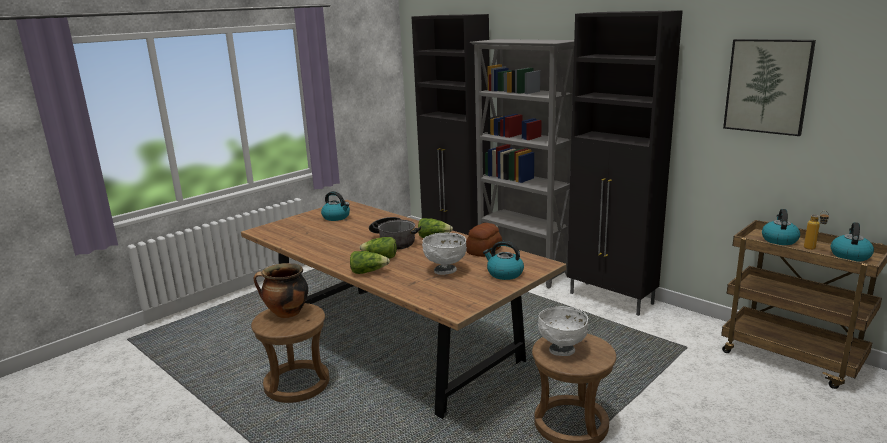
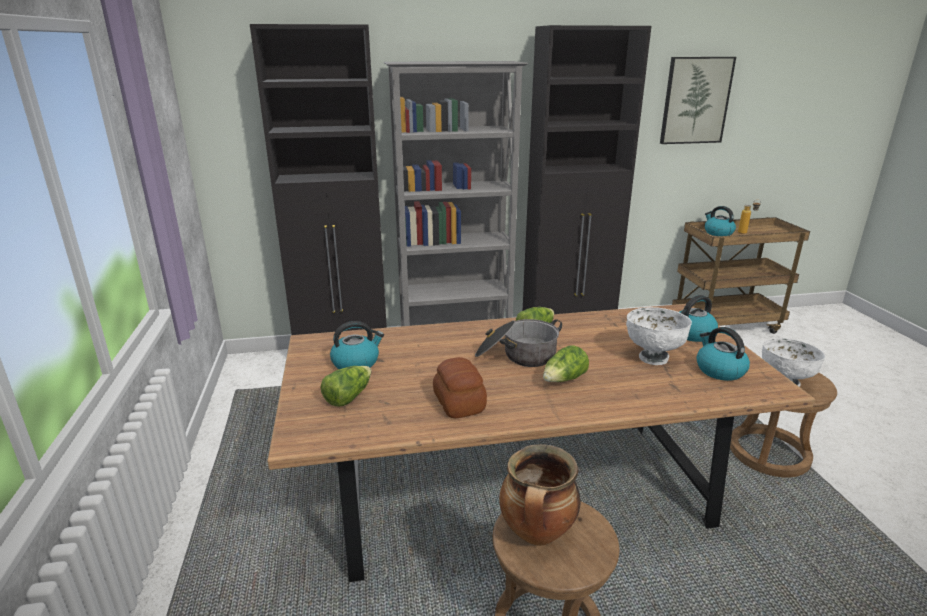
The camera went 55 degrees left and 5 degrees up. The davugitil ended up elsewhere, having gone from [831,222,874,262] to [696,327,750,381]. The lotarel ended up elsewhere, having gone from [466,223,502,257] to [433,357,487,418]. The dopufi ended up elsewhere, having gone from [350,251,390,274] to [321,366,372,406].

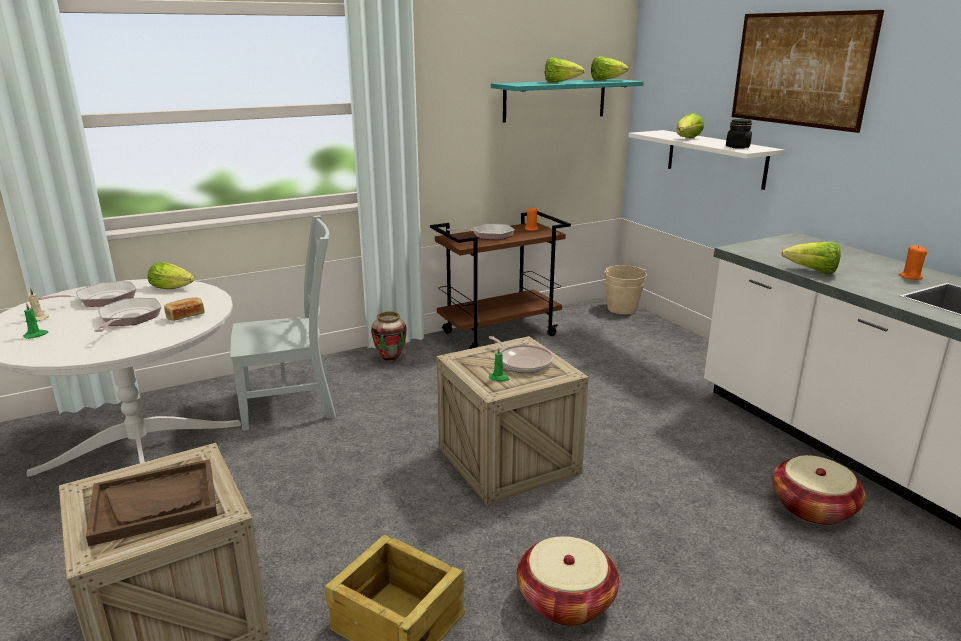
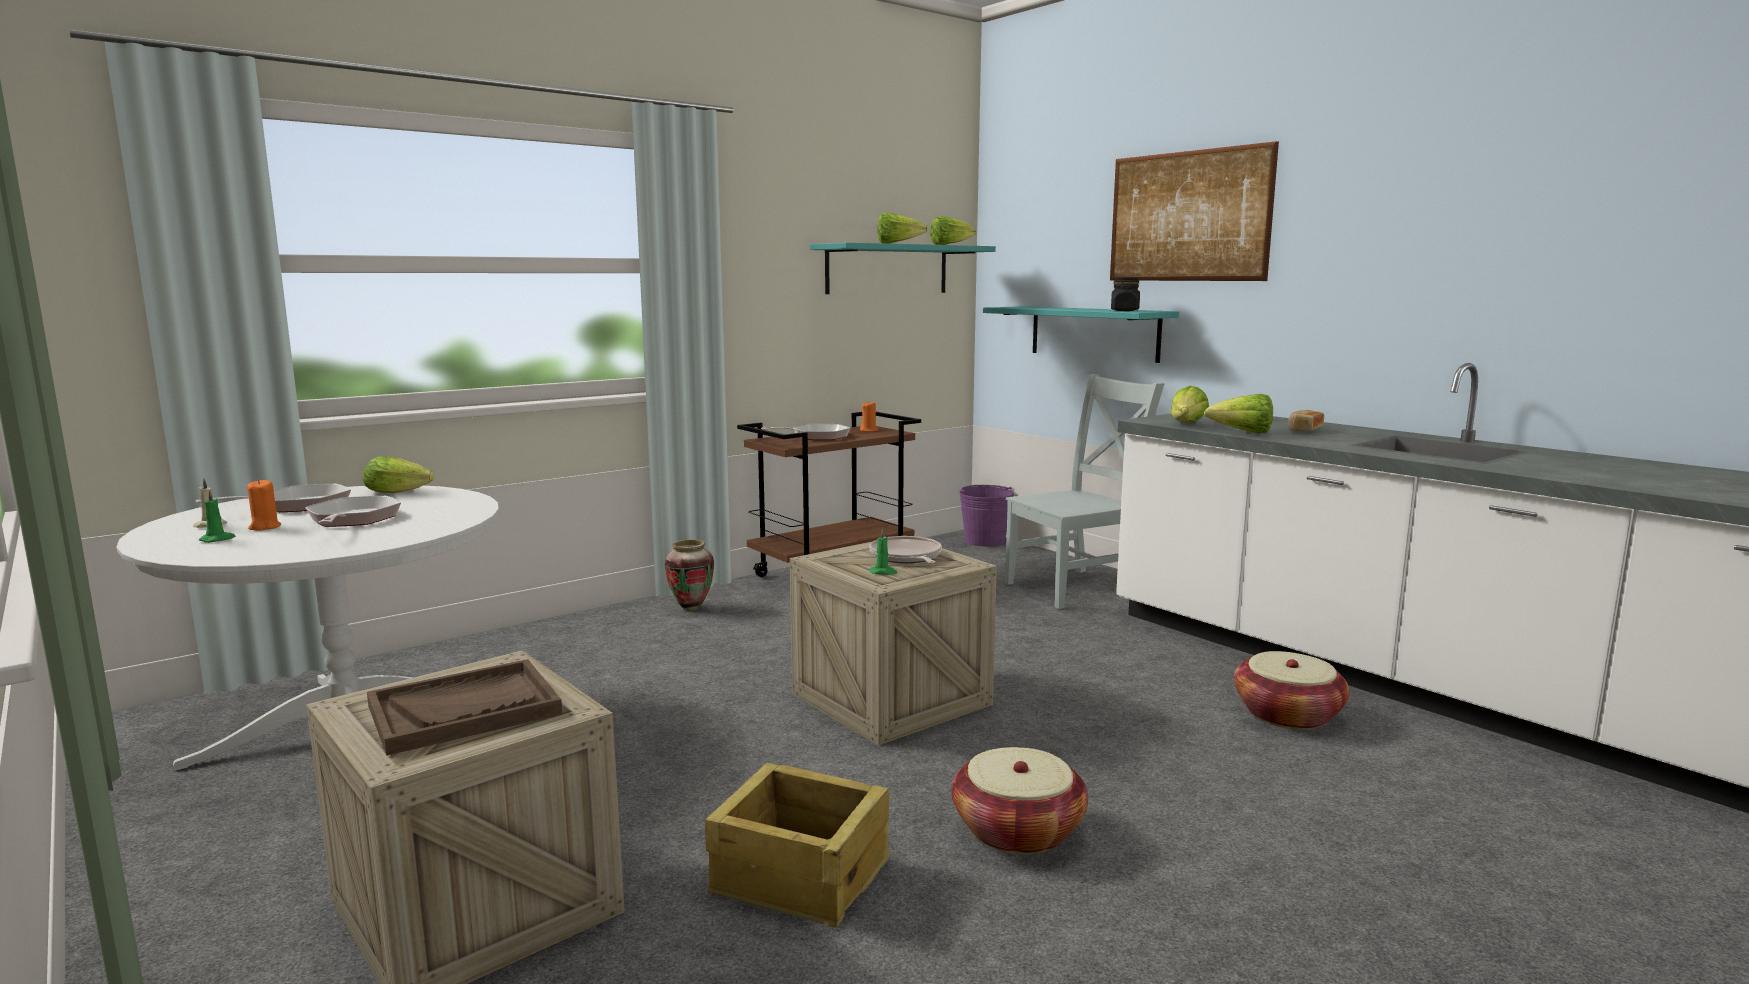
The camera went 10 degrees left and 10 degrees down. The dopufi ended up elsewhere, having gone from [676,113,704,138] to [1171,386,1209,423]. What was the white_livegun at [629,130,784,190] turned into the turquoise_livegun at [983,306,1179,363]. The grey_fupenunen ended up elsewhere, having gone from [230,215,336,431] to [1005,374,1165,609]. The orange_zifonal ended up elsewhere, having gone from [899,245,927,280] to [247,479,281,531]. What was the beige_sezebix at [604,265,647,314] turned into the purple_sezebix at [959,485,1014,546]. The lotarel ended up elsewhere, having gone from [164,297,205,321] to [1288,410,1324,432]. The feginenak at [489,336,553,373] ended up facing another way, 150 degrees counterclockwise from before.

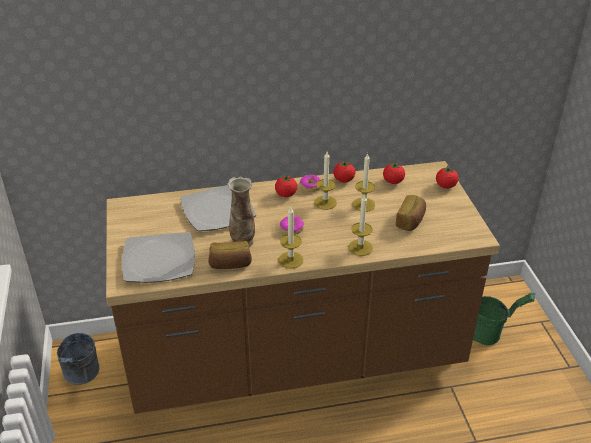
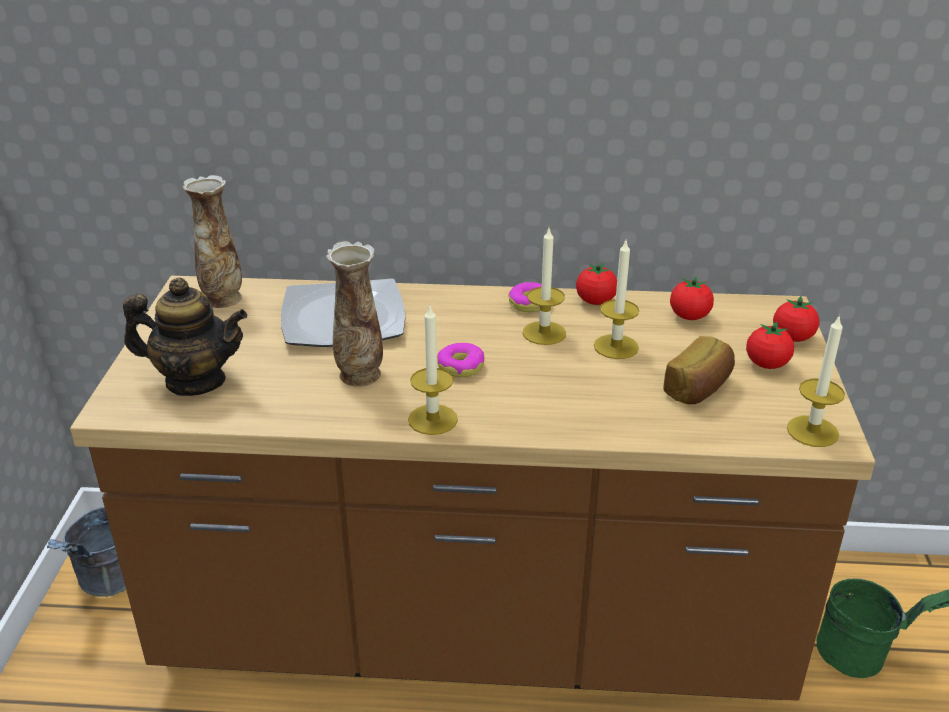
The camera went 15 degrees right and 5 degrees down. The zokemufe ended up elsewhere, having gone from [275,174,297,197] to [746,321,794,369]. The zifonal ended up elsewhere, having gone from [348,194,373,256] to [787,314,845,447]. Where the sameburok stood at [122,232,195,283], the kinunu came to stand at [123,277,248,396]. The second view lost the lotarel at [208,241,252,269]. The second view gained the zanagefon at [182,175,242,308].

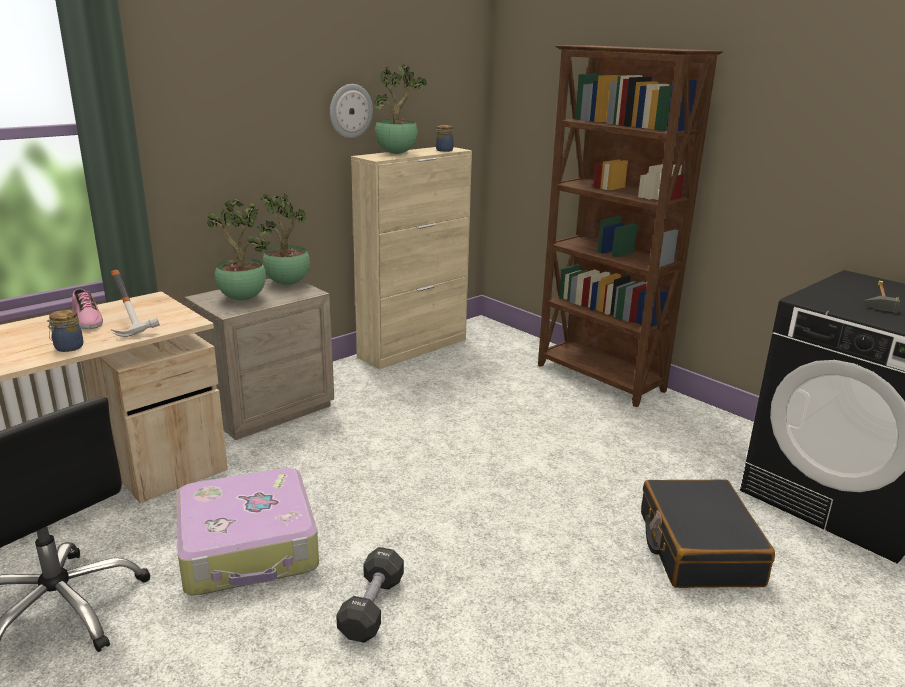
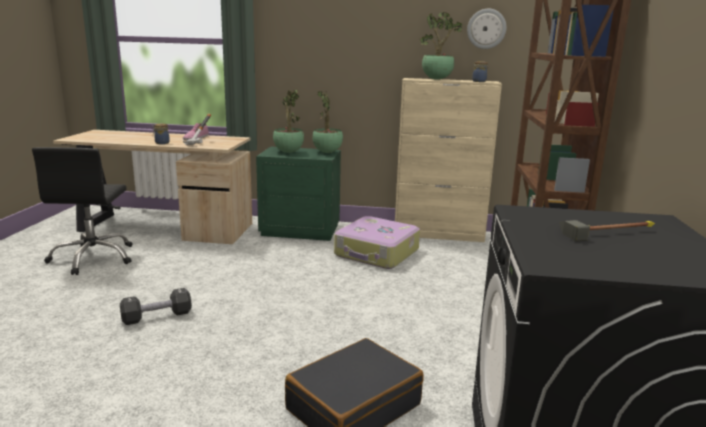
The camera went 50 degrees right and 5 degrees down. The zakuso ended up elsewhere, having gone from [330,84,373,138] to [467,9,506,49]. What was the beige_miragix at [184,278,334,440] turned into the green_miragix at [256,147,341,241]. The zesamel ended up elsewhere, having gone from [176,468,319,595] to [334,216,420,269].

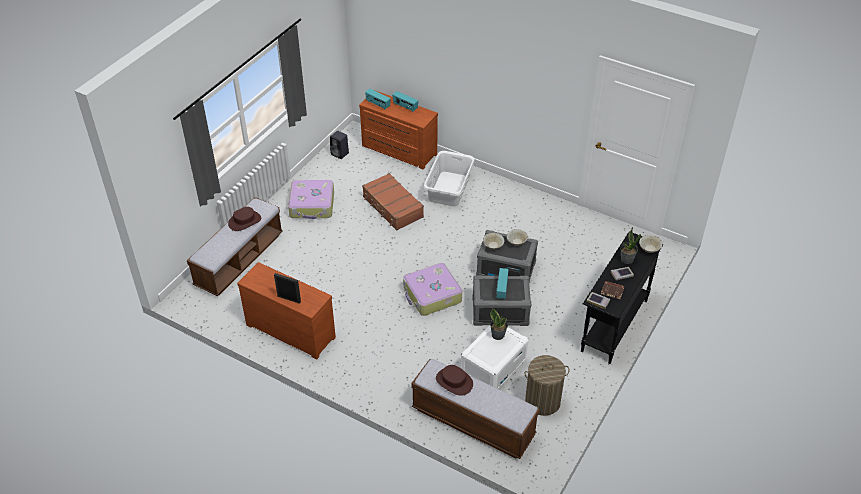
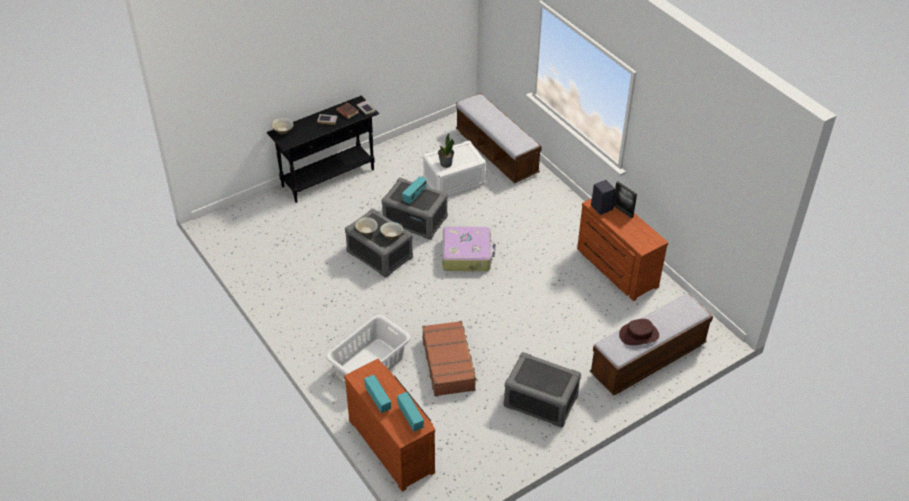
The camera went 155 degrees left and 0 degrees up. The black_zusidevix ended up elsewhere, having gone from [330,131,349,159] to [591,180,615,215]. Where the zesamel stood at [288,180,334,219], the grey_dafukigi came to stand at [503,352,581,428]. The second view lost the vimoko at [620,227,641,264]. The second view lost the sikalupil at [524,355,569,416]. The second view lost the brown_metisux at [436,365,473,396].

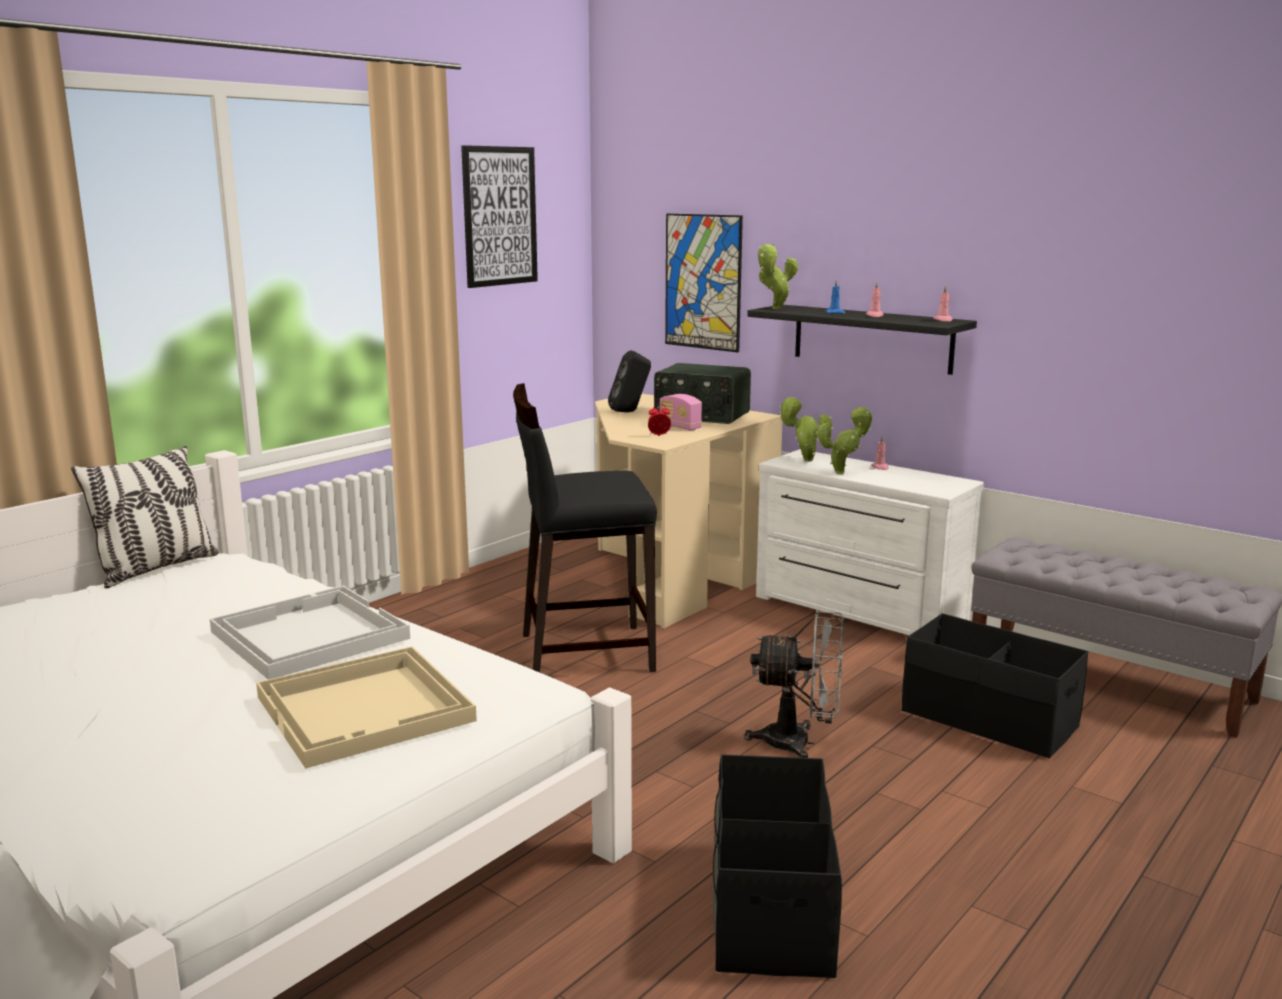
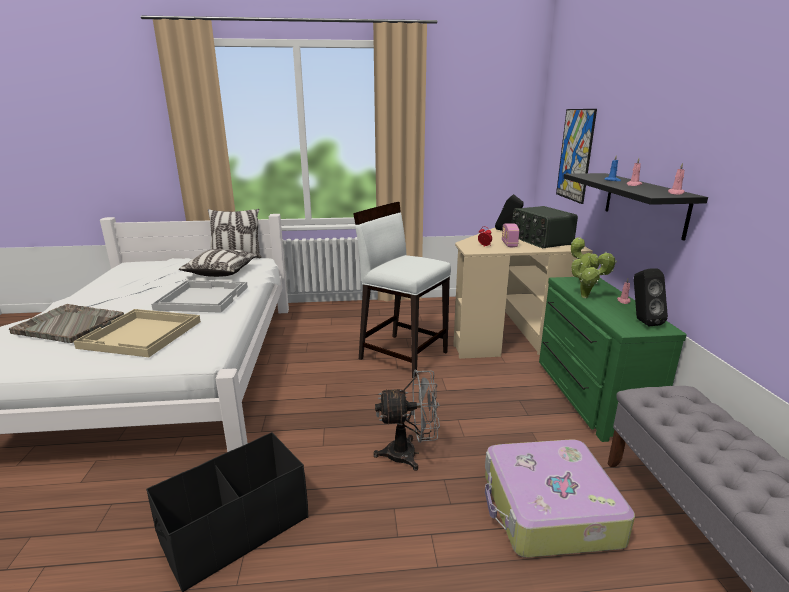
The camera went 45 degrees right and 5 degrees up. The second view lost the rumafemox at [461,145,538,288]. The second view lost the vimoko at [758,243,798,309]. What was the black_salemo at [513,383,657,672] turned into the white_salemo at [353,202,451,379]. What was the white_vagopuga at [756,449,984,635] turned into the green_vagopuga at [539,277,687,442]. The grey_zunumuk at [745,610,843,758] ended up facing another way, 60 degrees counterclockwise from before. Where the black_dafukigi stood at [902,613,1089,759], the zesamel came to stand at [485,439,635,558]. The second view gained the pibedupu at [179,249,257,277]. The second view gained the black_zusidevix at [634,268,668,327]. The second view gained the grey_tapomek at [9,304,124,343].

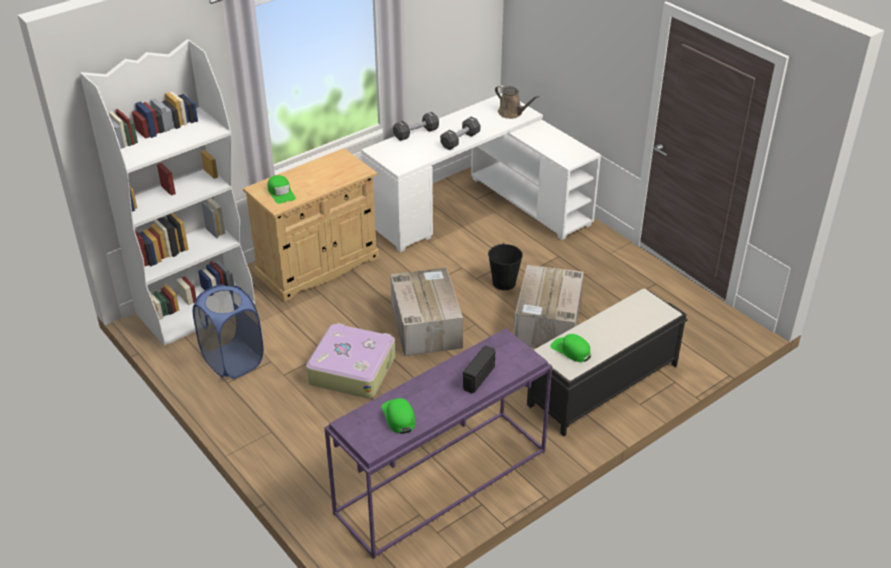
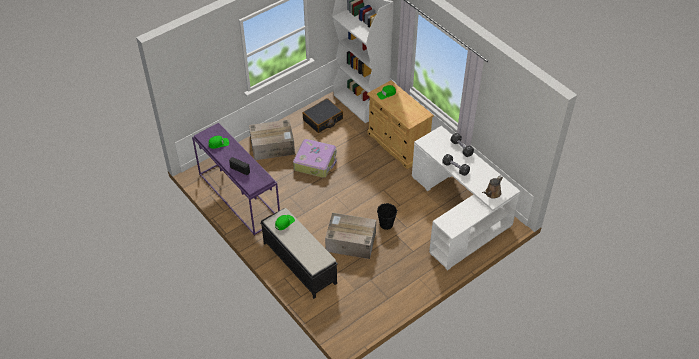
The camera went 90 degrees right and 10 degrees up. The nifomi ended up elsewhere, having gone from [390,268,463,356] to [249,120,295,160]. Where the blue_sikalupil stood at [193,284,264,379], the black_zesamel came to stand at [303,98,343,133].

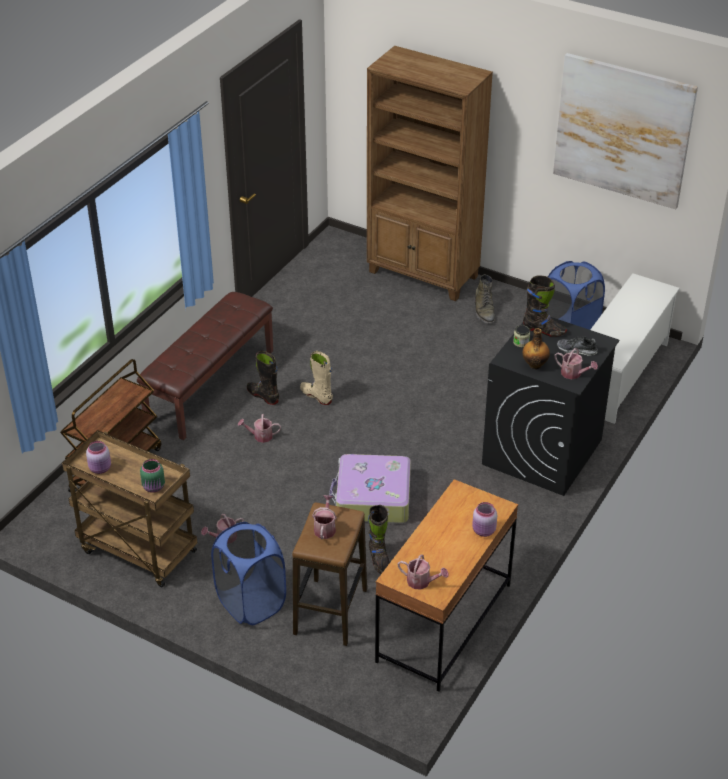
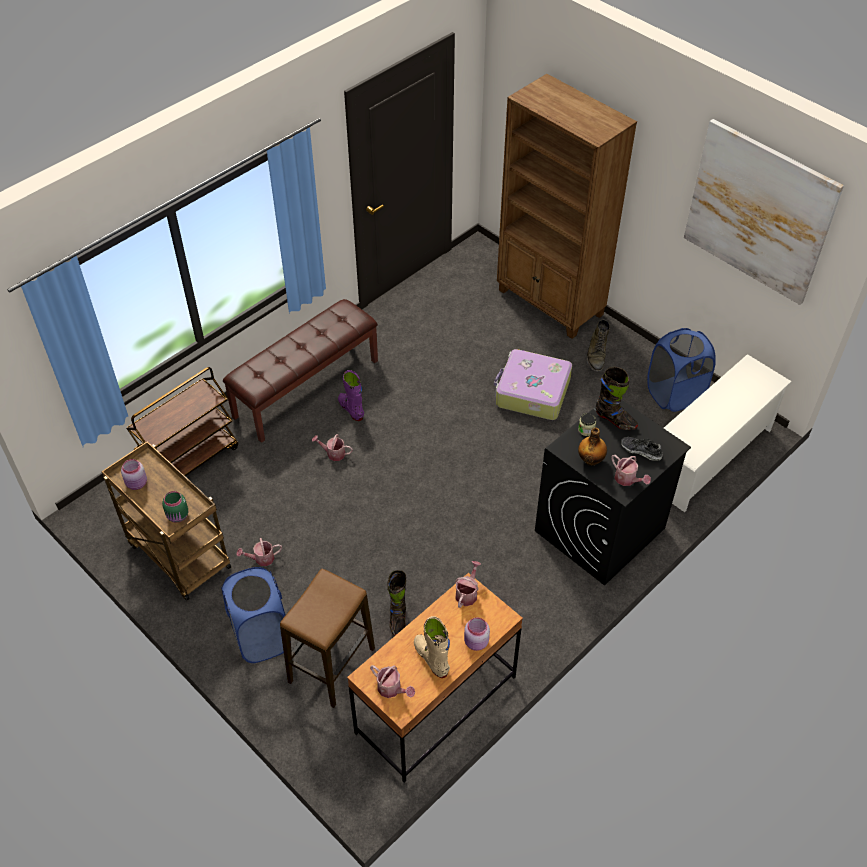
The camera went 15 degrees right and 10 degrees up. What was the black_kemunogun at [247,351,279,405] turned into the purple_kemunogun at [338,370,364,421]. The beige_kemunogun ended up elsewhere, having gone from [300,351,333,405] to [414,616,450,678]. The zesamel ended up elsewhere, having gone from [329,454,411,523] to [494,349,572,420]. The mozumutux ended up elsewhere, having gone from [312,495,337,539] to [455,561,481,608].

